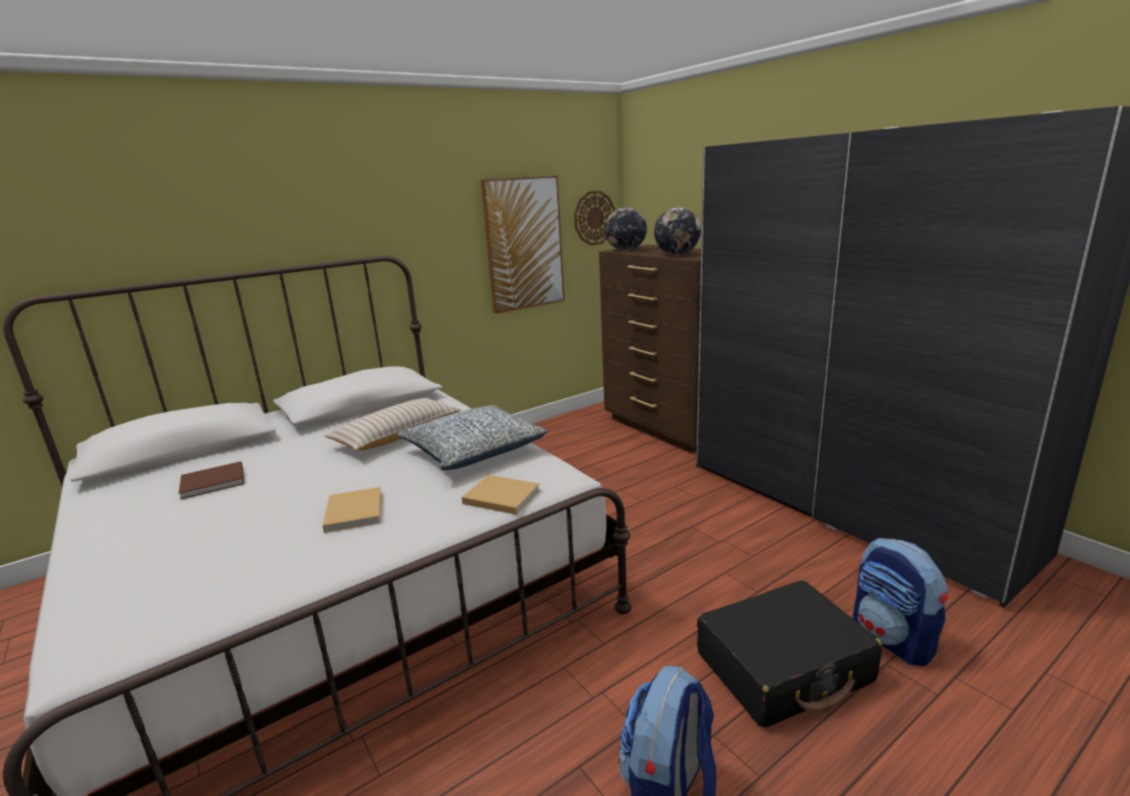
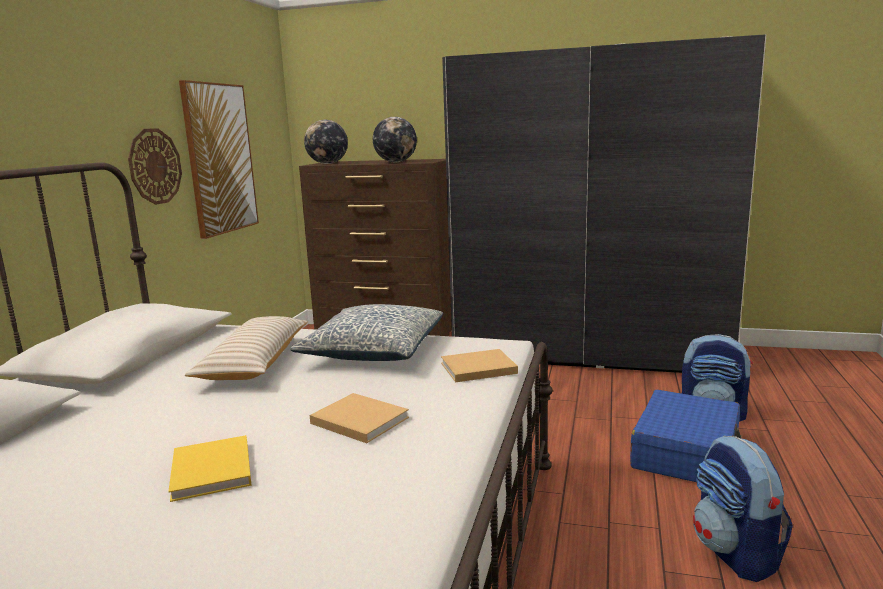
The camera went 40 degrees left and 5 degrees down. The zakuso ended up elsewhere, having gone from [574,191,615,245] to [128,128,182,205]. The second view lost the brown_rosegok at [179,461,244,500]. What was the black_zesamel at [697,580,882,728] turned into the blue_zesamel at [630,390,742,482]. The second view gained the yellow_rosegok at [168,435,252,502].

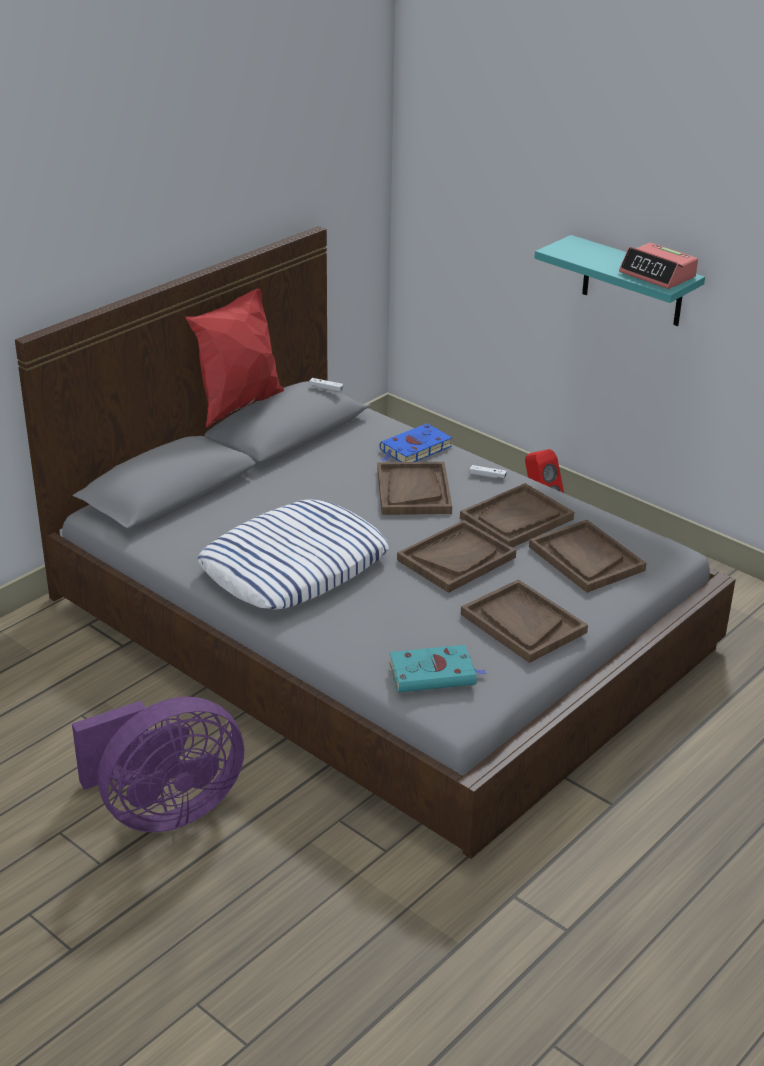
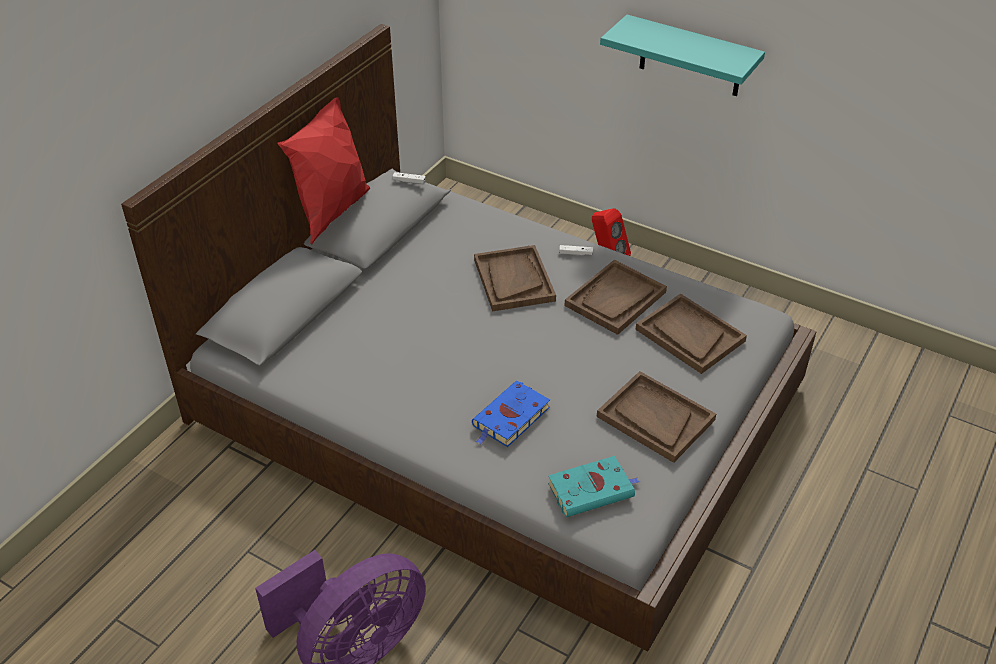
The camera went 10 degrees left and 10 degrees up. The second view lost the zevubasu at [619,243,698,289]. The blue_rosegok ended up elsewhere, having gone from [380,423,452,462] to [472,381,550,447]. The second view lost the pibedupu at [198,499,389,609]. The second view lost the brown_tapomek at [397,520,516,593].

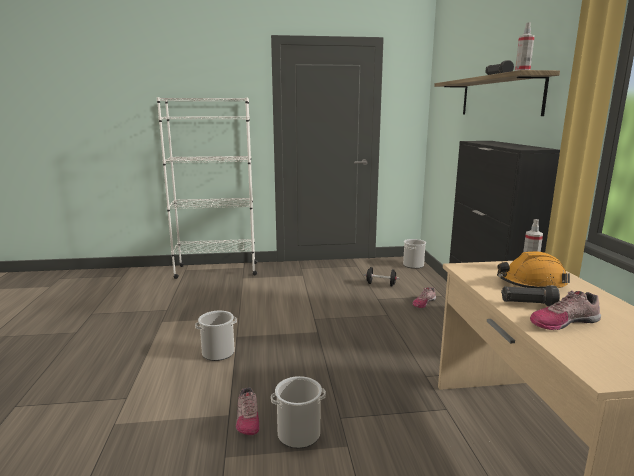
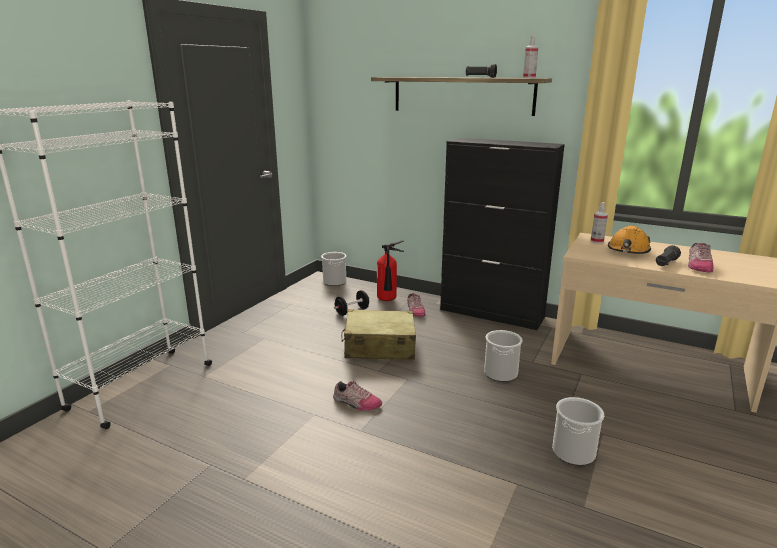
The camera went 55 degrees left and 5 degrees up. The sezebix ended up elsewhere, having gone from [195,311,237,361] to [484,330,523,382]. The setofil ended up elsewhere, having gone from [236,387,259,435] to [333,381,382,411]. The second view gained the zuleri at [377,240,404,301]. The second view gained the beige_zesamel at [341,309,416,360].

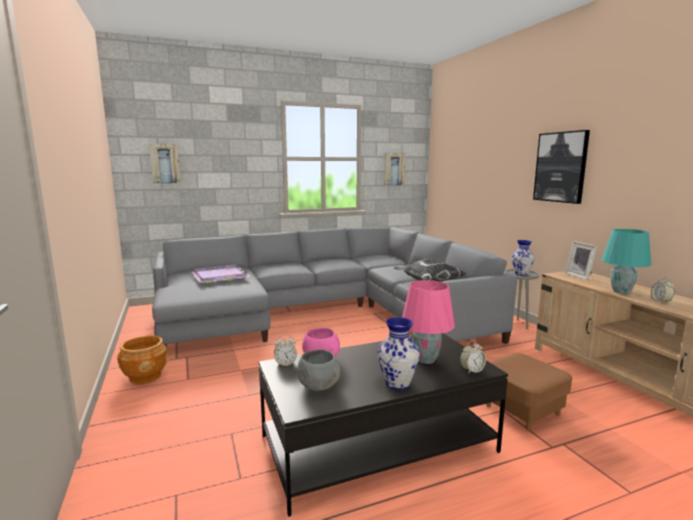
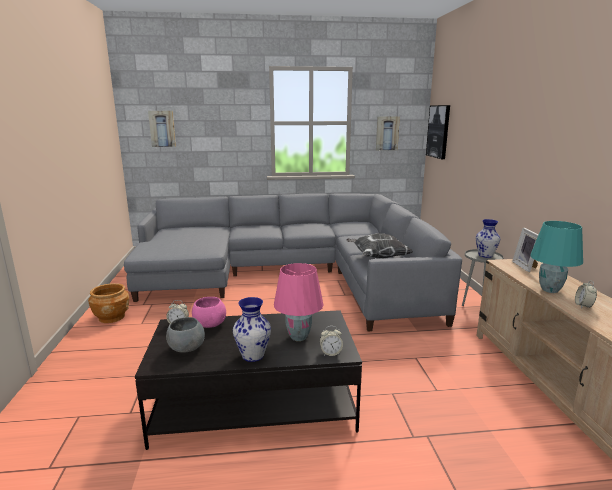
The camera went 15 degrees right and 5 degrees up. The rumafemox ended up elsewhere, having gone from [533,130,590,204] to [426,105,450,159]. The second view lost the purple_tapomek at [191,264,251,284]. The second view lost the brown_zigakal at [486,353,572,431].

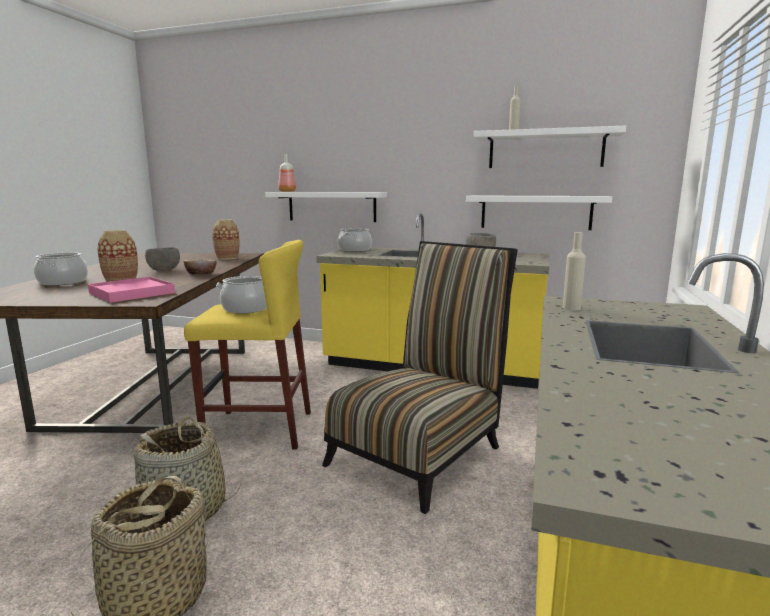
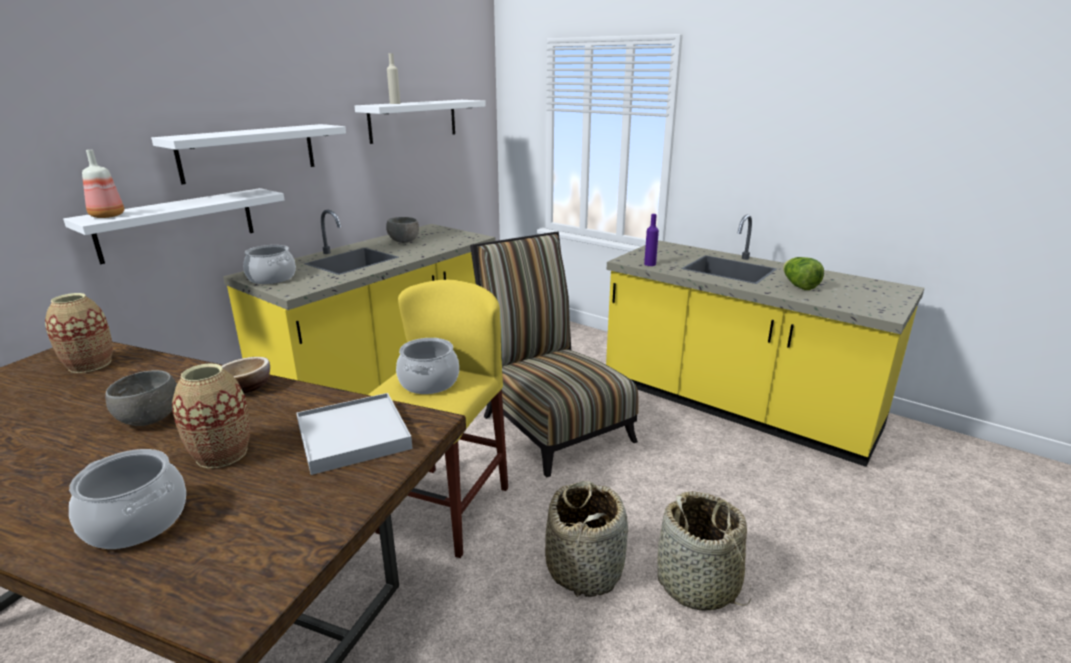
The camera went 70 degrees left and 10 degrees up. The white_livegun ended up elsewhere, having gone from [466,196,612,230] to [151,124,346,184]. What was the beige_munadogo at [563,232,586,310] turned into the purple_munadogo at [644,214,659,266]. What was the pink_tapomek at [88,277,175,303] turned into the white_tapomek at [296,393,413,475]. The second view gained the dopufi at [783,257,824,290].

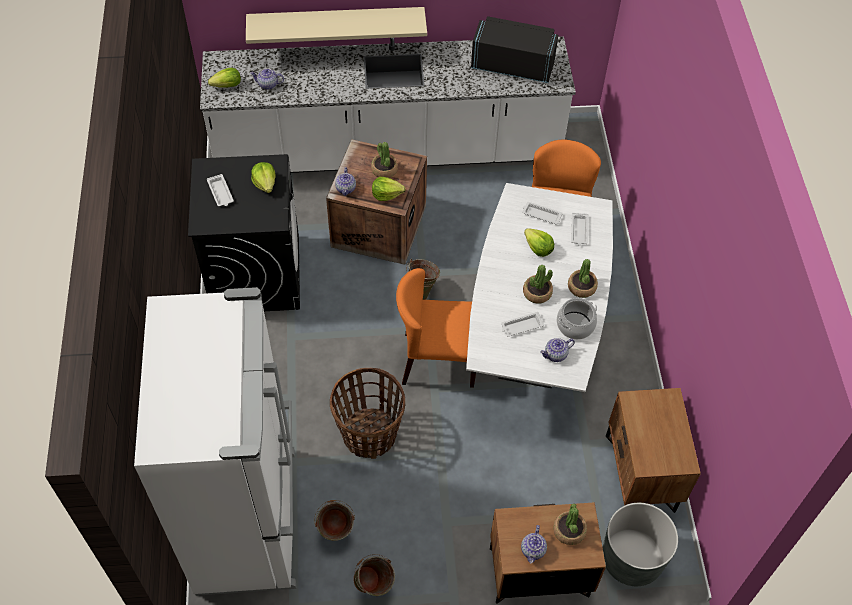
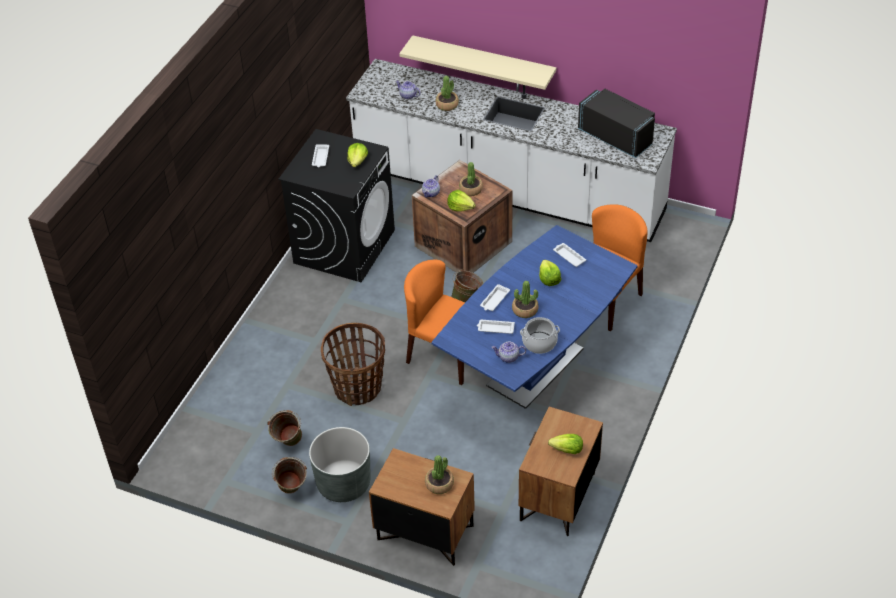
The camera went 30 degrees right and 10 degrees down. The dopufi ended up elsewhere, having gone from [208,68,241,88] to [548,434,583,454]. What was the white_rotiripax at [466,183,613,392] turned into the blue_rotiripax at [431,225,638,409]. The white_tapomek ended up elsewhere, having gone from [571,213,588,246] to [480,284,510,311]. The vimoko ended up elsewhere, having gone from [568,259,598,298] to [435,76,459,111]. The second view lost the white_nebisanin at [134,287,296,596]. The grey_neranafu ended up elsewhere, having gone from [602,503,678,586] to [309,427,371,502]. The second view lost the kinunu at [521,525,547,564].

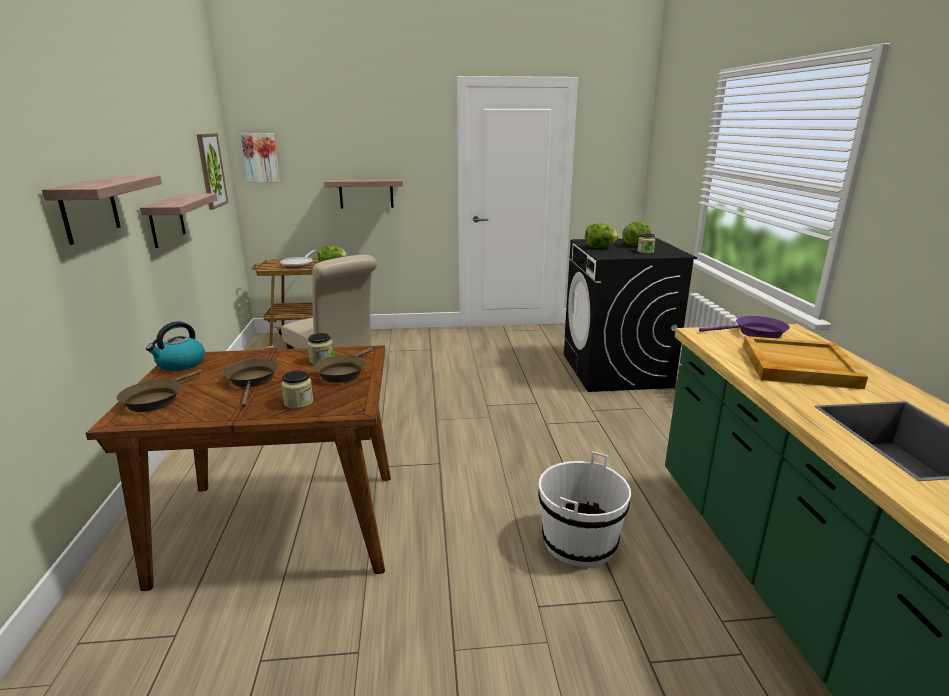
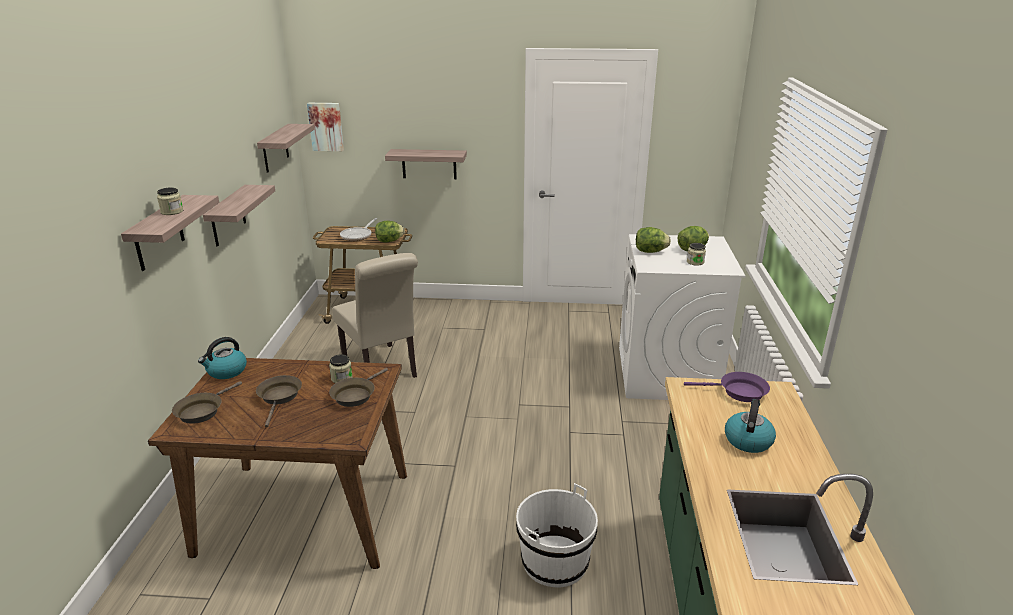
The camera went 10 degrees right and 5 degrees up. Where the rumafemox hung at [197,133,228,210], the livegun came to hang at [257,124,315,173]. What was the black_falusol at [564,238,697,392] turned into the white_falusol at [619,234,745,400]. Where the beige_tapomek stood at [743,336,868,389], the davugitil came to stand at [725,399,776,453]. The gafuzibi ended up elsewhere, having gone from [281,370,313,409] to [157,187,183,215].

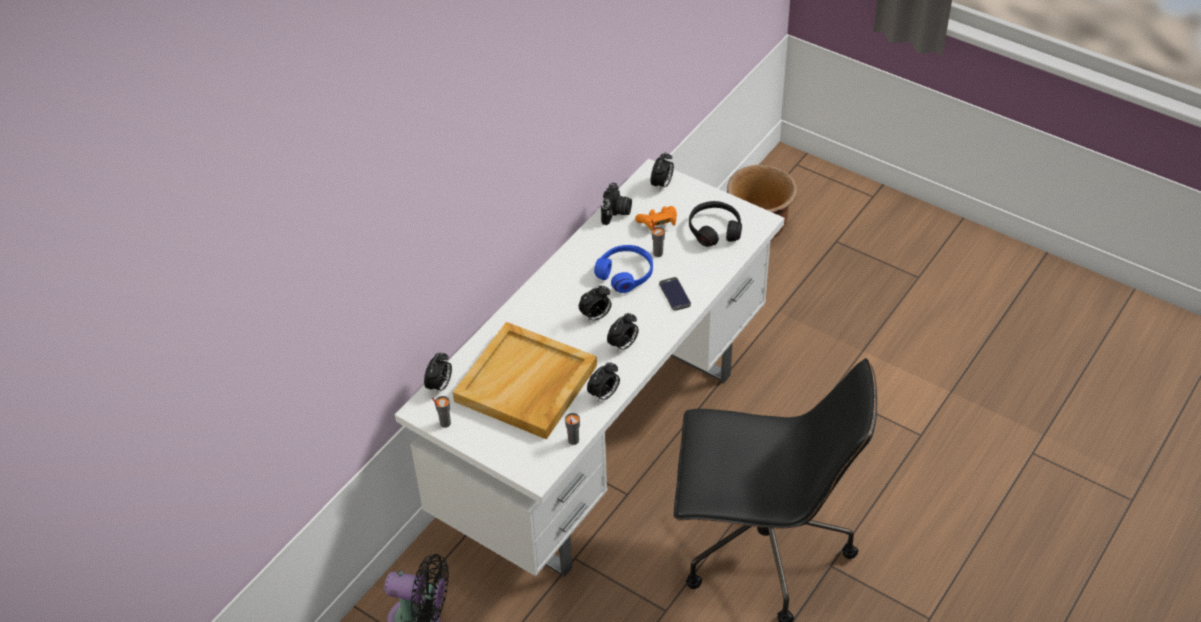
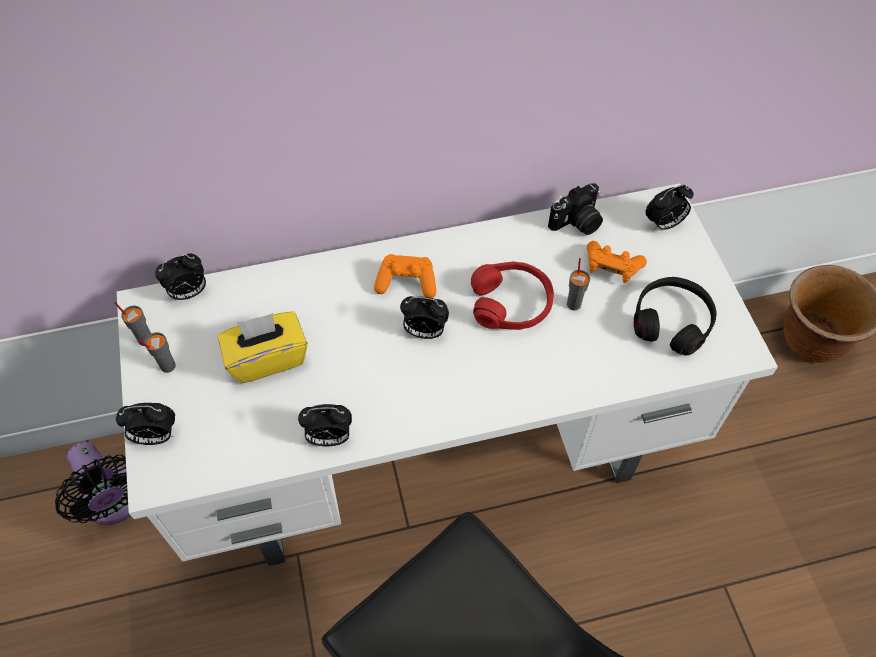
The camera went 40 degrees right and 10 degrees up. What was the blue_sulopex at [594,245,653,293] turned into the red_sulopex at [471,262,554,330]. The second view lost the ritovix at [659,277,691,311]. The zevubasu ended up elsewhere, having gone from [607,313,638,352] to [116,403,175,445]. Where the beige_tapomek stood at [453,322,597,440], the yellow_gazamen came to stand at [218,311,308,383]. The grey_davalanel ended up elsewhere, having gone from [565,413,580,445] to [138,332,176,373]. The second view gained the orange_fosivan at [374,254,436,298].

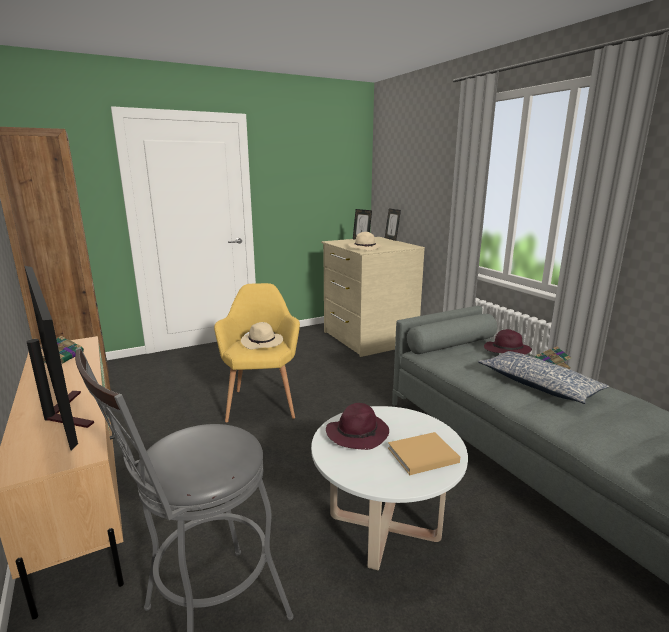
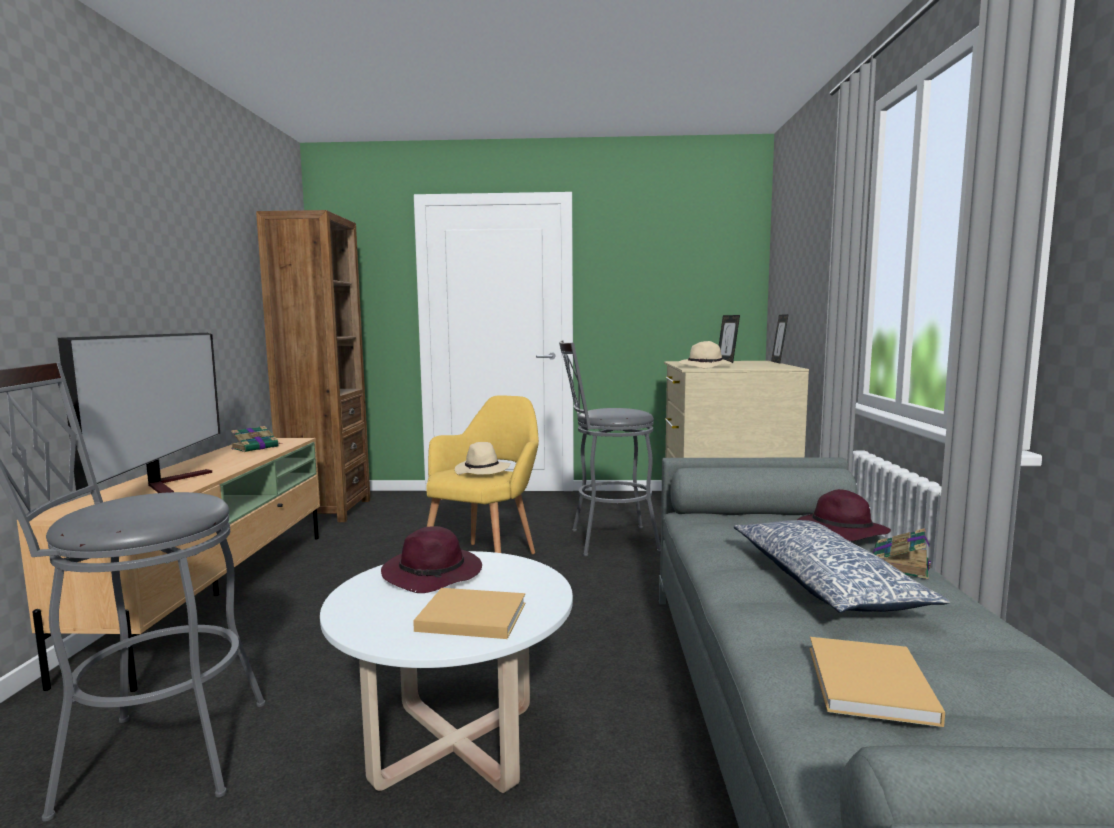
The camera went 30 degrees right and 10 degrees down. The second view gained the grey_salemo at [559,340,661,556]. The second view gained the beige_rosegok at [809,637,945,727].

